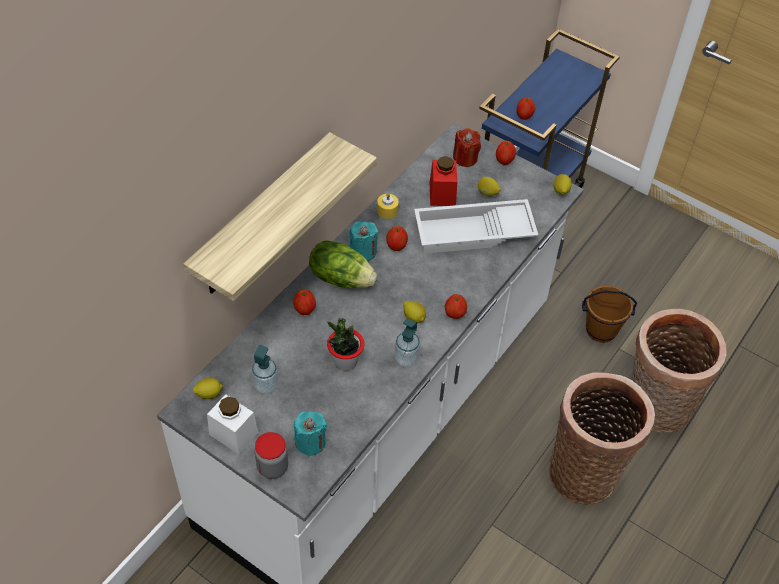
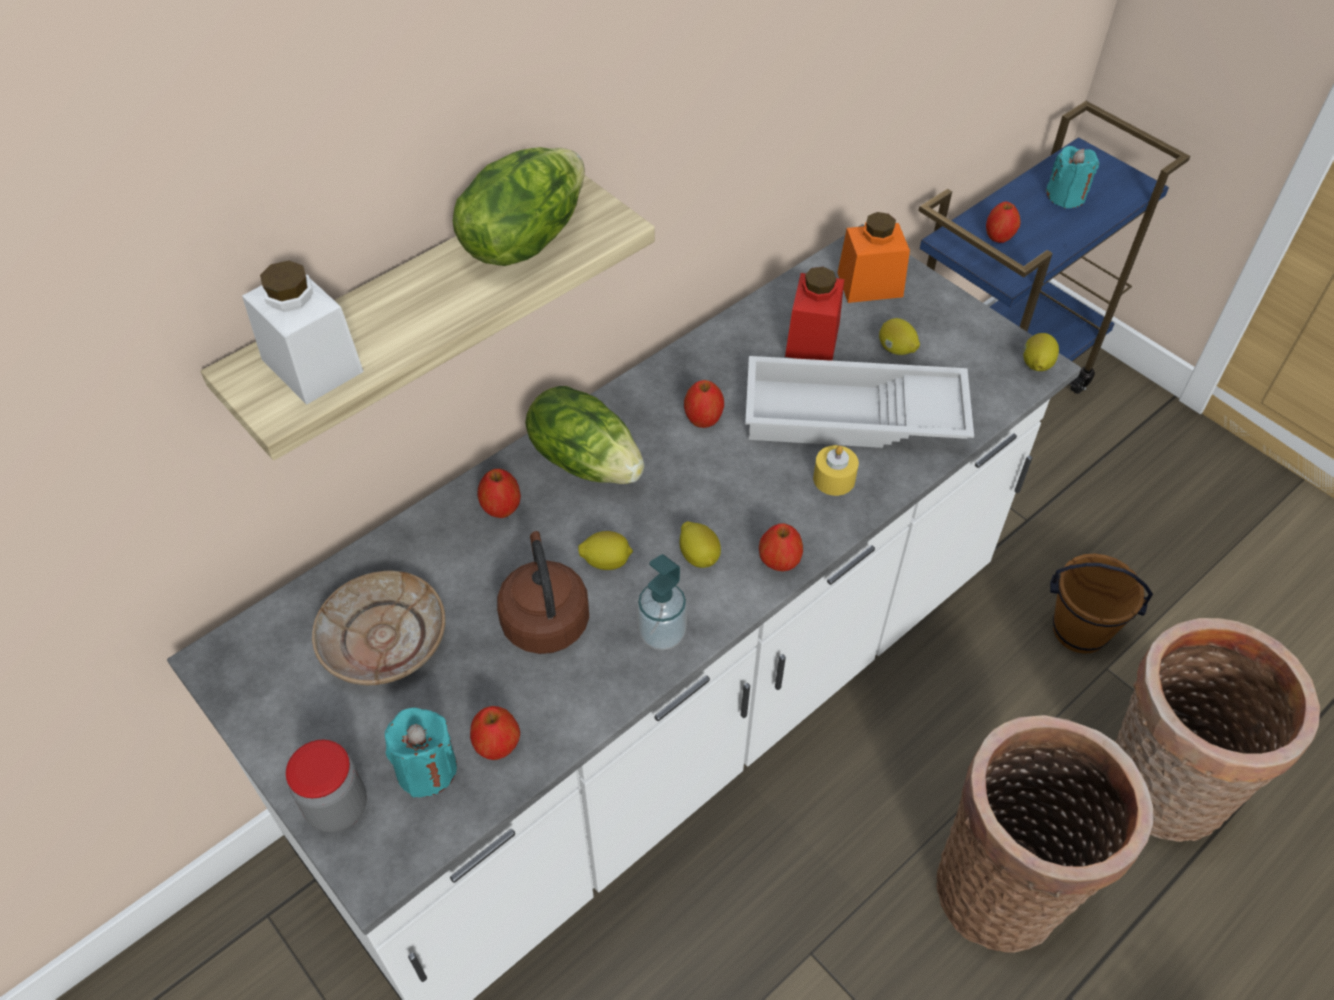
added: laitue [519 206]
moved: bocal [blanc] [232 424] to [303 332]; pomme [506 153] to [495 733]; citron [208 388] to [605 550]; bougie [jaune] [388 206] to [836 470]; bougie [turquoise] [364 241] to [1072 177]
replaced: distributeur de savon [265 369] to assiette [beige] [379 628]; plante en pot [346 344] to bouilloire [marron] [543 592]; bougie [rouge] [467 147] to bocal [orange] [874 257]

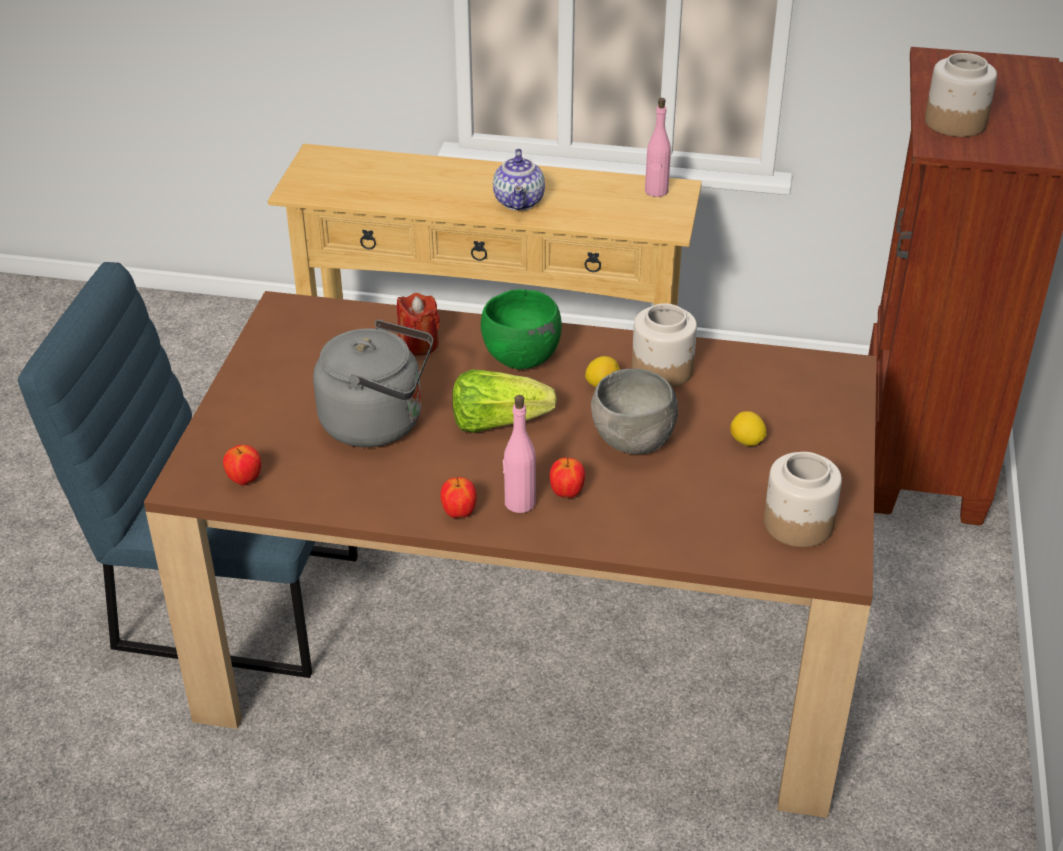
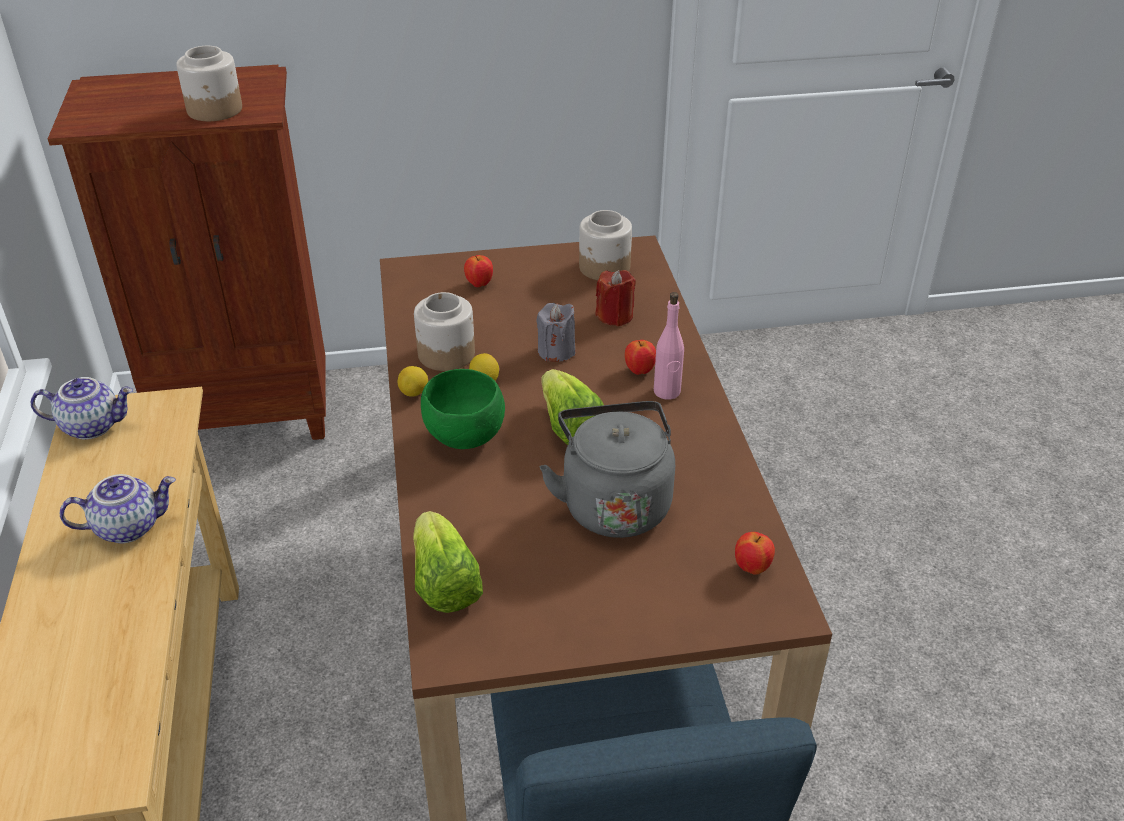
added: laitue [448 562]
moved: citron [748 428] to [413 381]; pomme [458 497] to [478 271]; bougie [rouge] [418 324] to [615 298]
replaced: bouteille [rose] [658 147] to théière [82 408]; bol [gris] [634 411] to bougie [gris] [556 332]

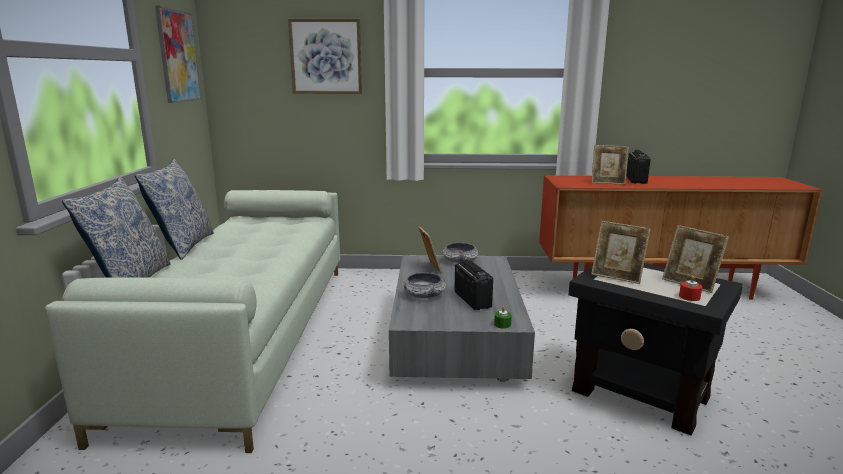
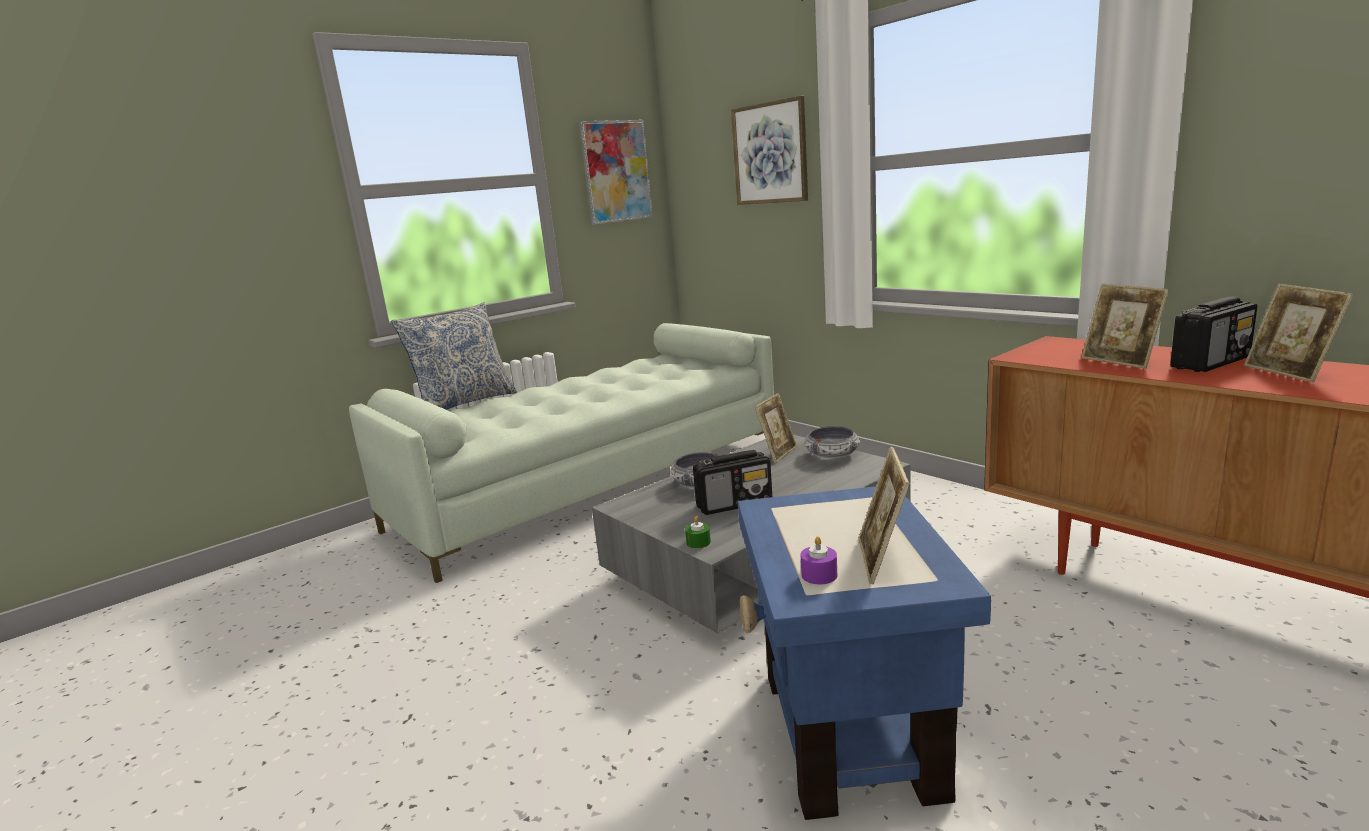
removed: coussin [174 209]
moved: cadre photo [621 252] to [1299 333]
recoloured: table d'appoint [noir] [656 349] to table d'appoint [bleu] [864 653]; bougie [rouge] [690 288] to bougie [violet] [819 560]
turned: radio [473 285] = [732 482] 45 degrees clockwise

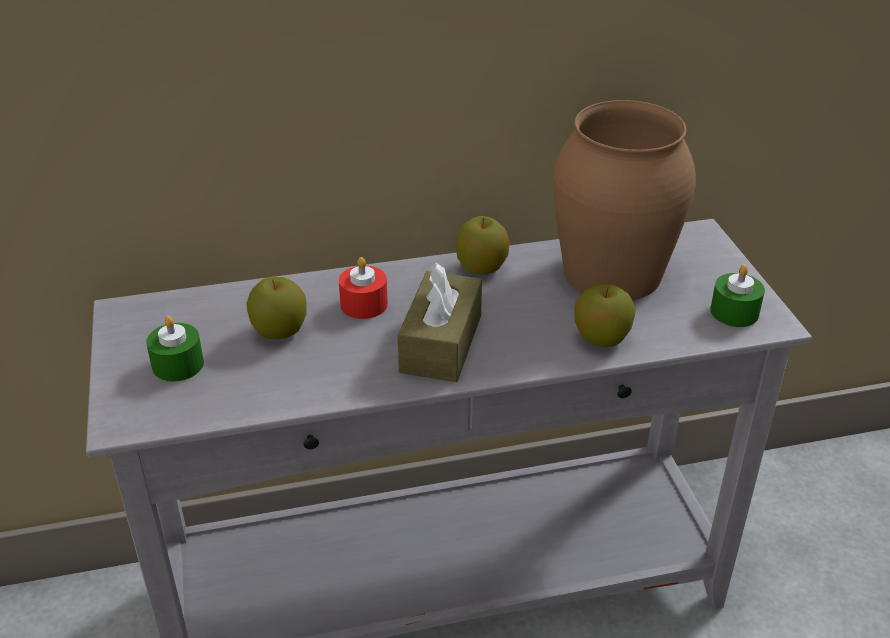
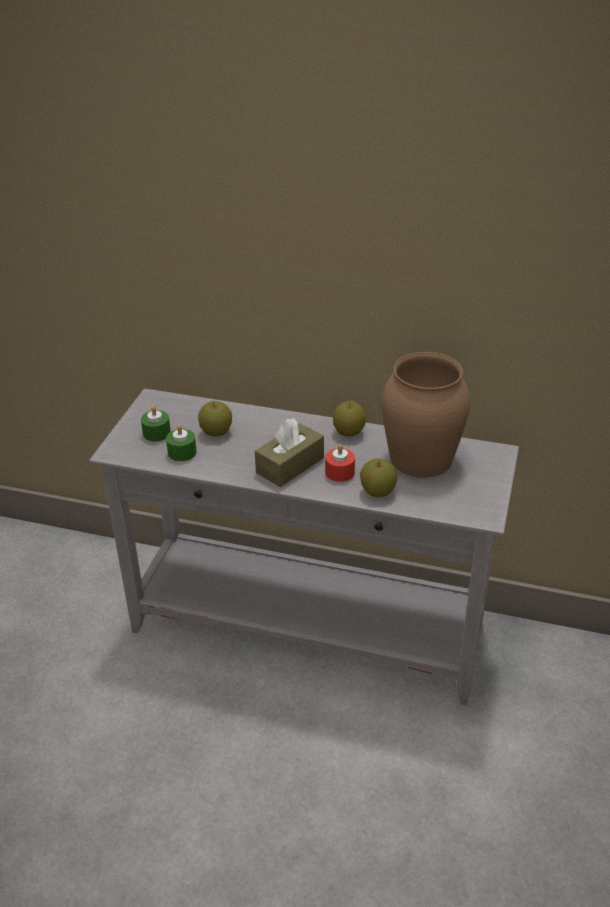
moved: bougie [vert] [737 296] to [181 442]; bougie [rouge] [363 288] to [340 463]

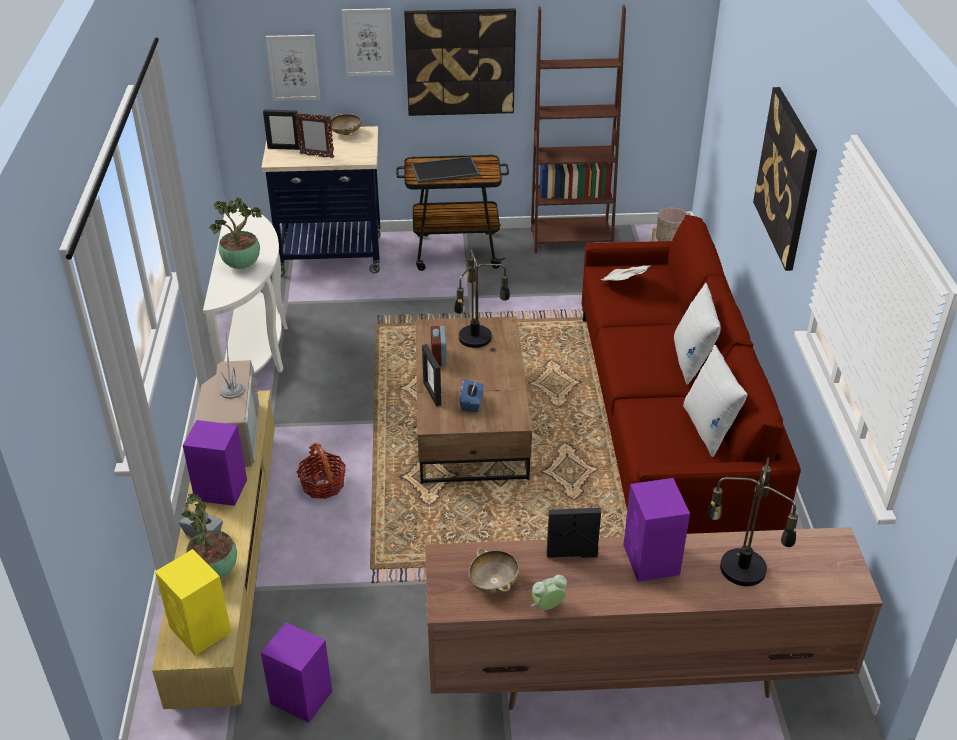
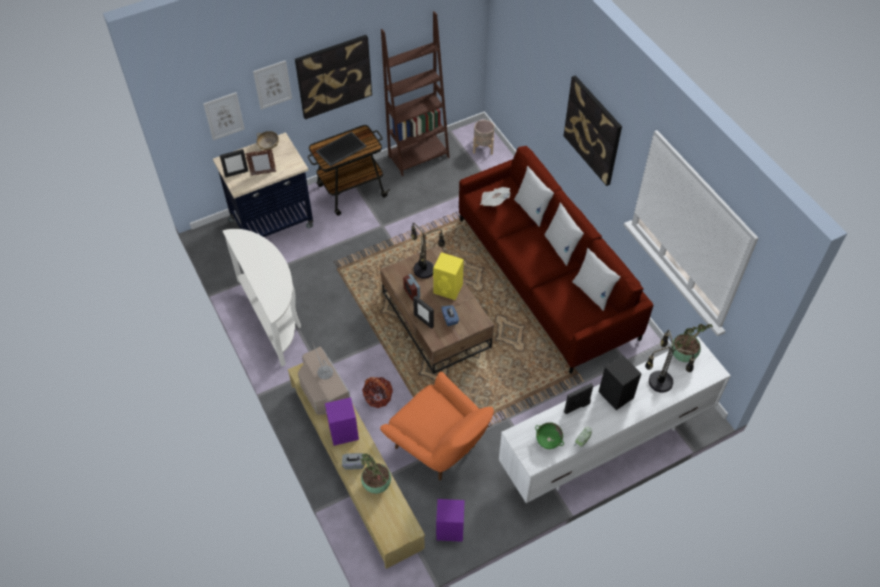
added: fauteuil [orange] [437 426]; coussin [gris] [534 196]
moved: enceinte [jaune] [193 602] to [448 276]; plante en pot [235 233] to [692 343]
recoloured: meuble de rangement [marron] [654 618] to meuble de rangement [blanc] [615 420]; bol [beige] [493 570] to bol [vert] [549 435]; enceinte [violet] [656 530] to enceinte [noir] [620 382]

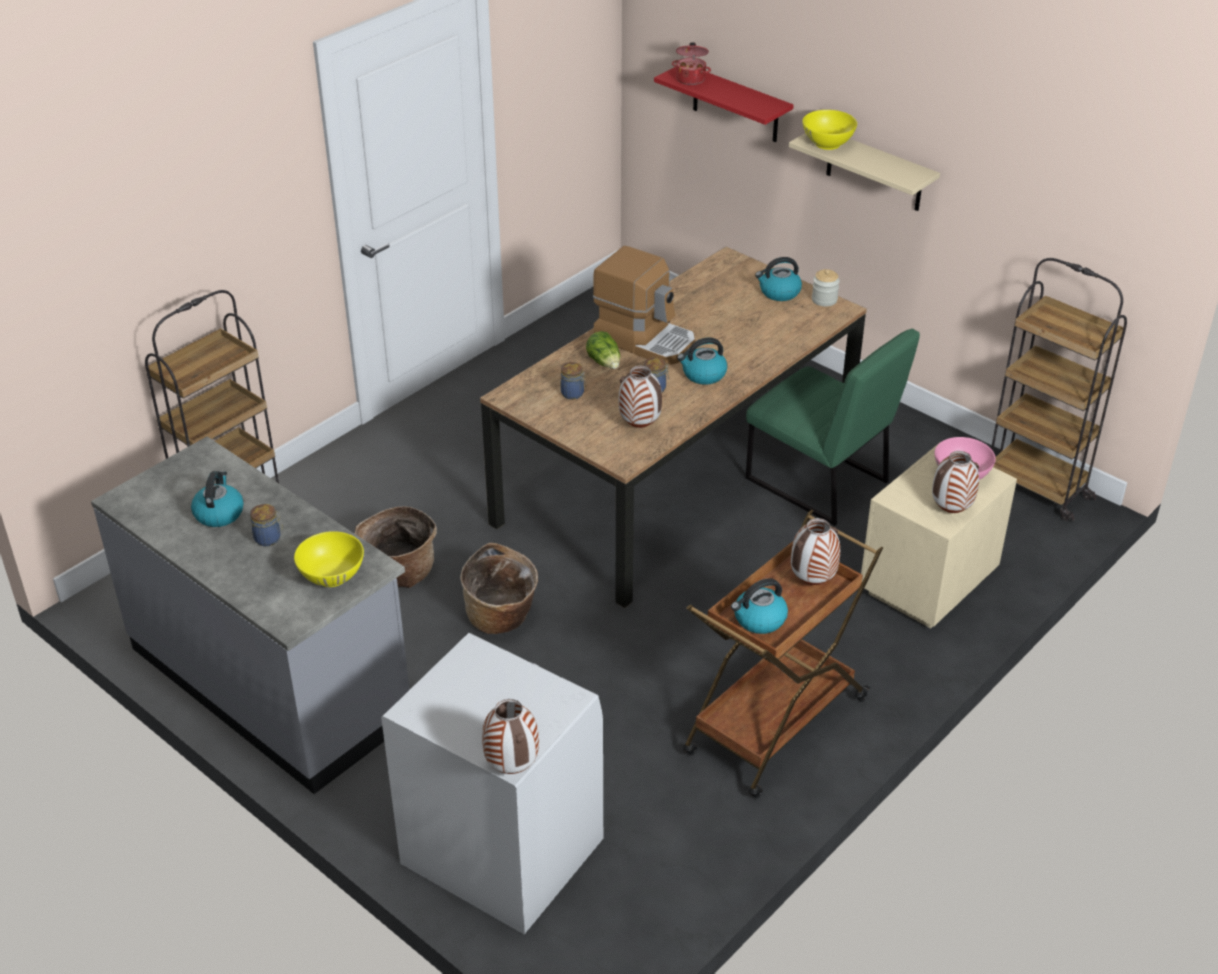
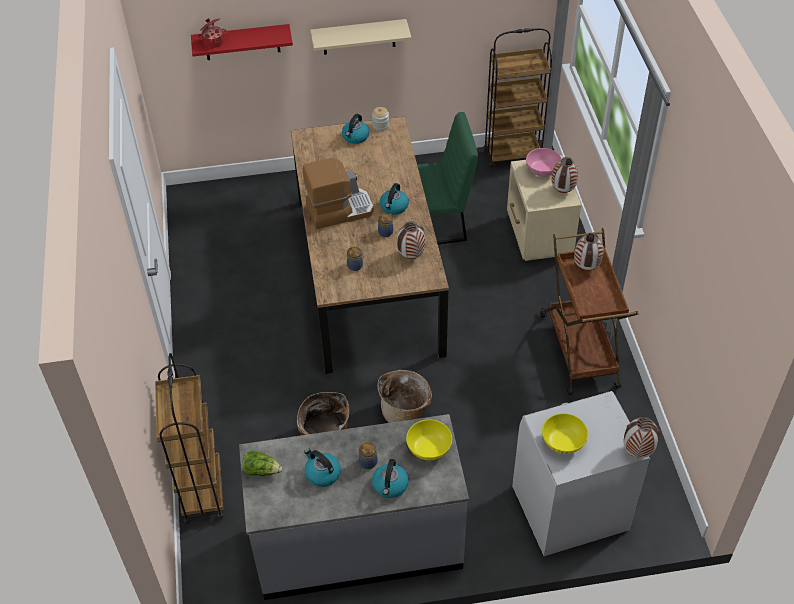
moved: laitue [603 350] to [262 463]; bouilloire [759 606] to [390 478]; bol [jaune] [829 130] to [565 433]

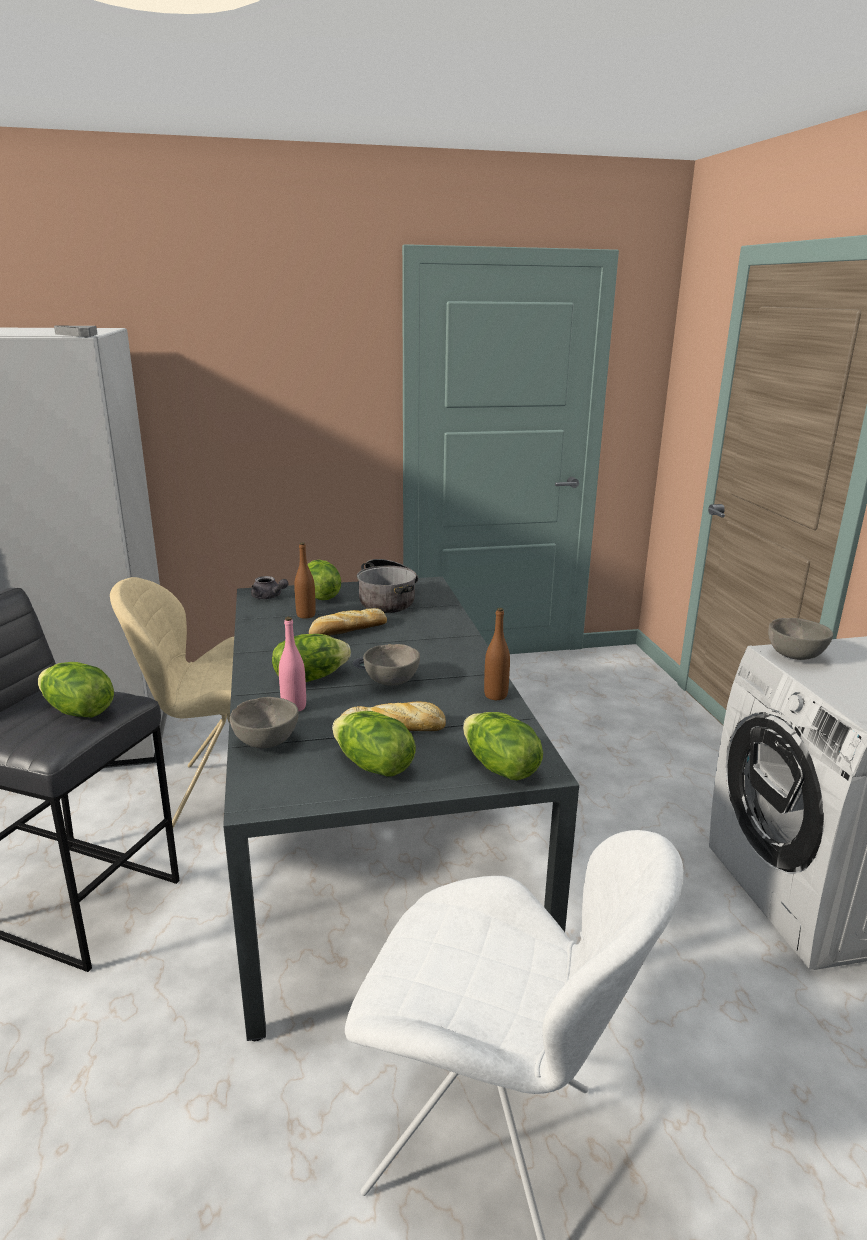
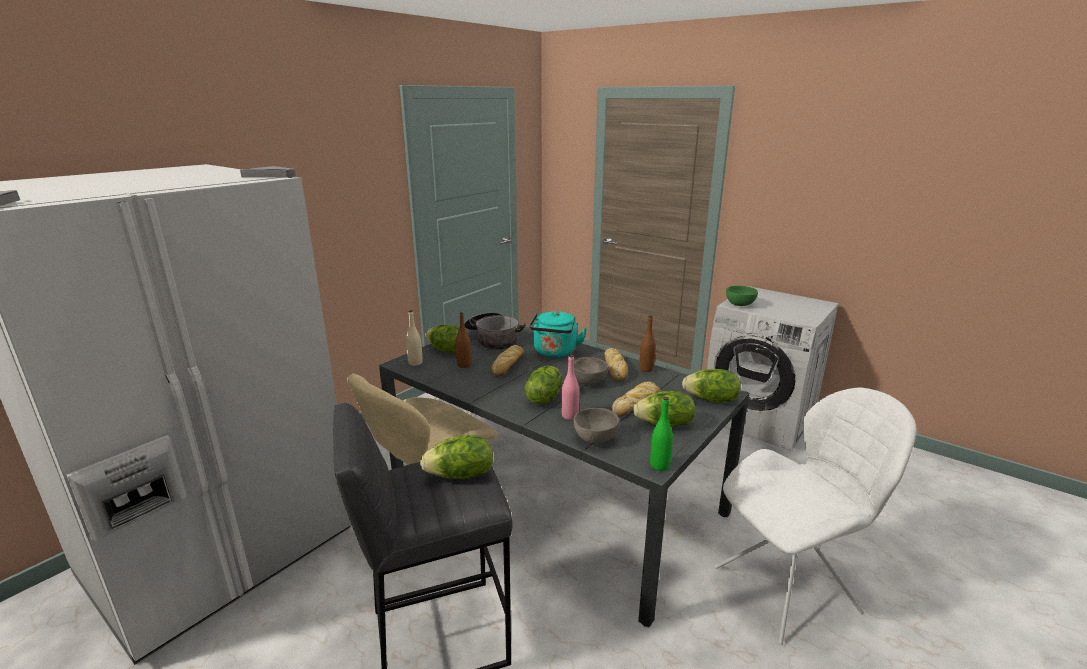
added: bouilloire [turquoise] [558 334]; pain [616 364]; bouteille [vert] [661 434]
replaced: théière [gris] [269 587] to bouteille [beige] [414 338]
recoloured: bol [gris] [800 639] to bol [vert] [742 296]

